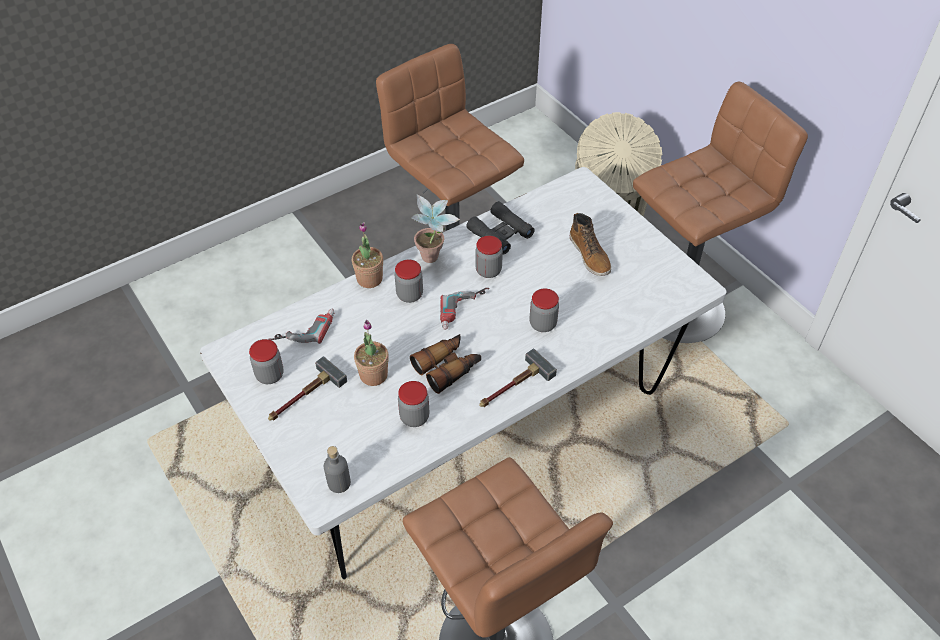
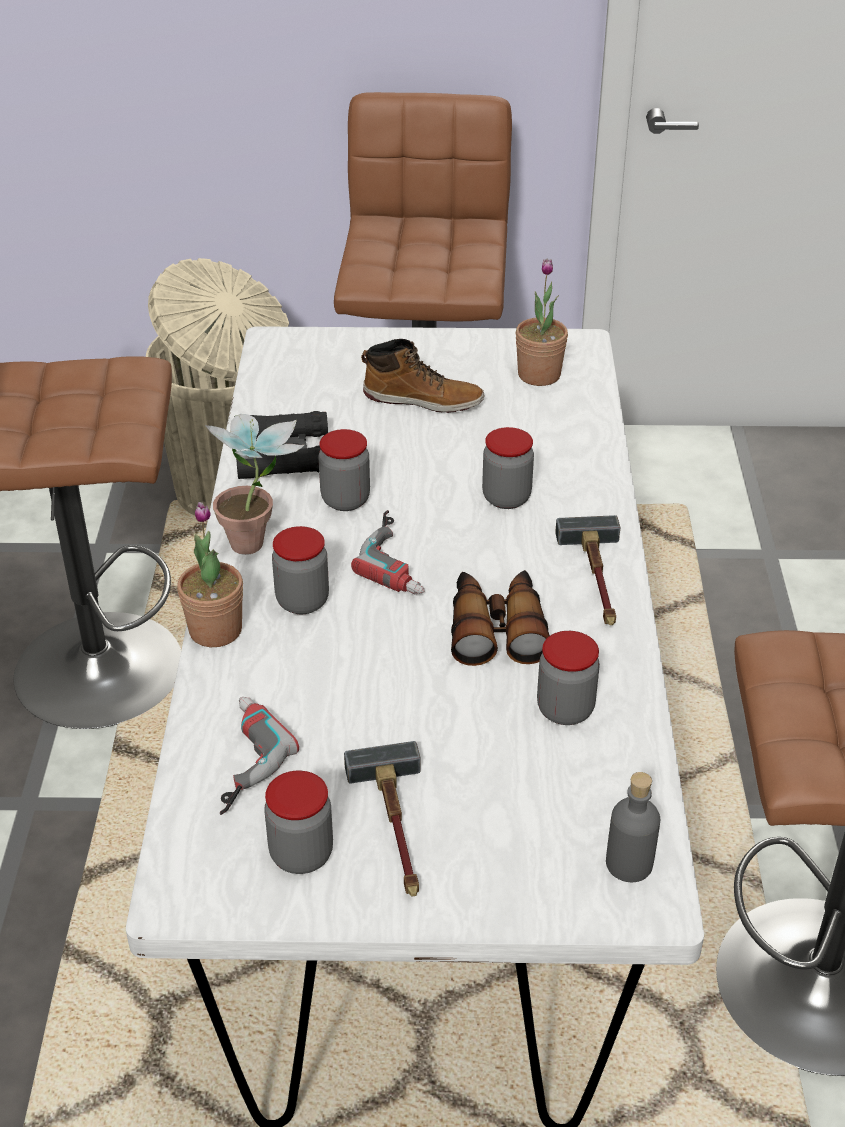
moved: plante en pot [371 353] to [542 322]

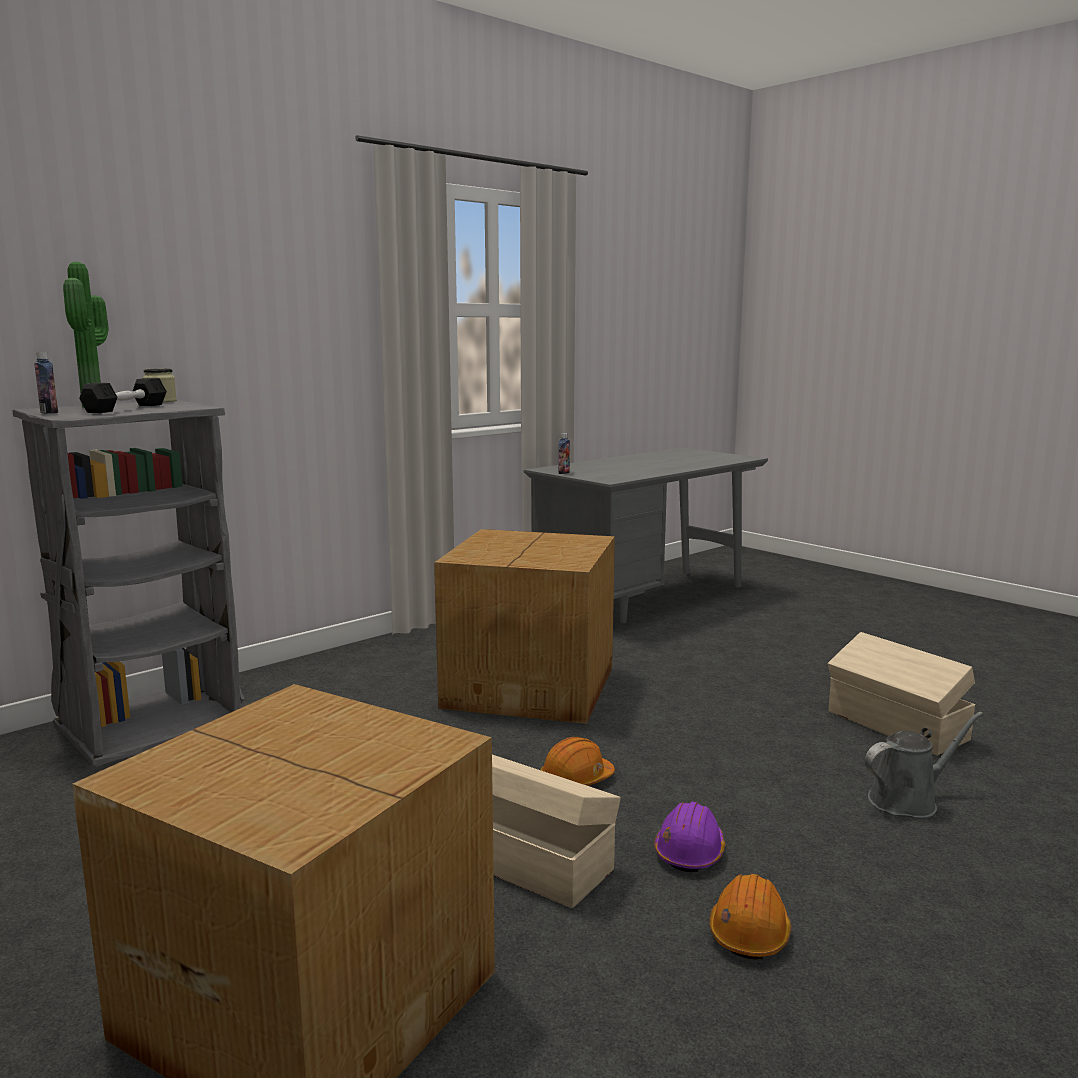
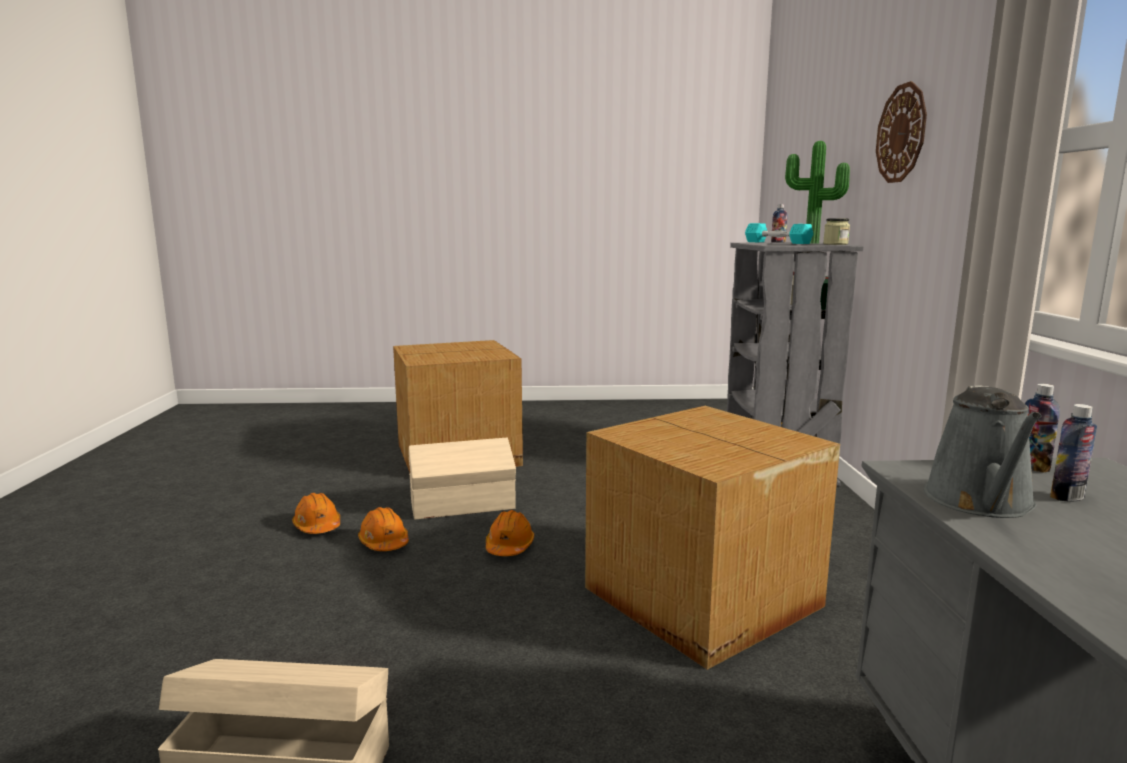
added: horloge murale [901 132]; bouteille [1073 453]
moved: arrosoir [gris] [924 765] to [983 451]
recoloured: casque de chantier [violet] [689 837] to casque de chantier [orange] [383 529]; haltère [noir] [123 395] to haltère [turquoise] [779 233]

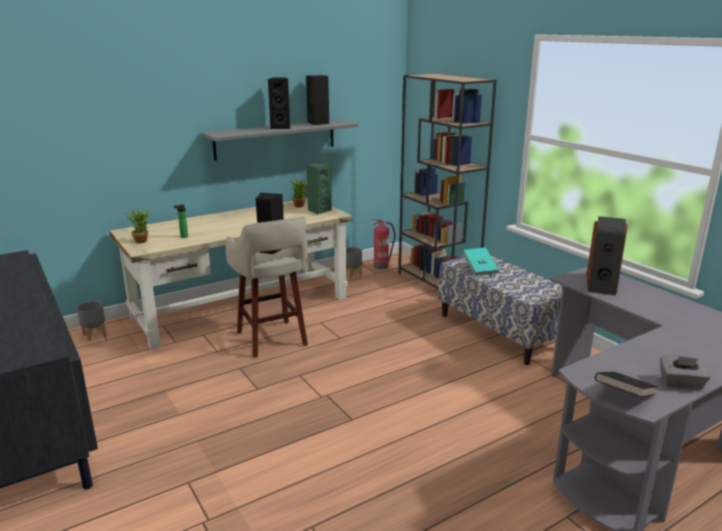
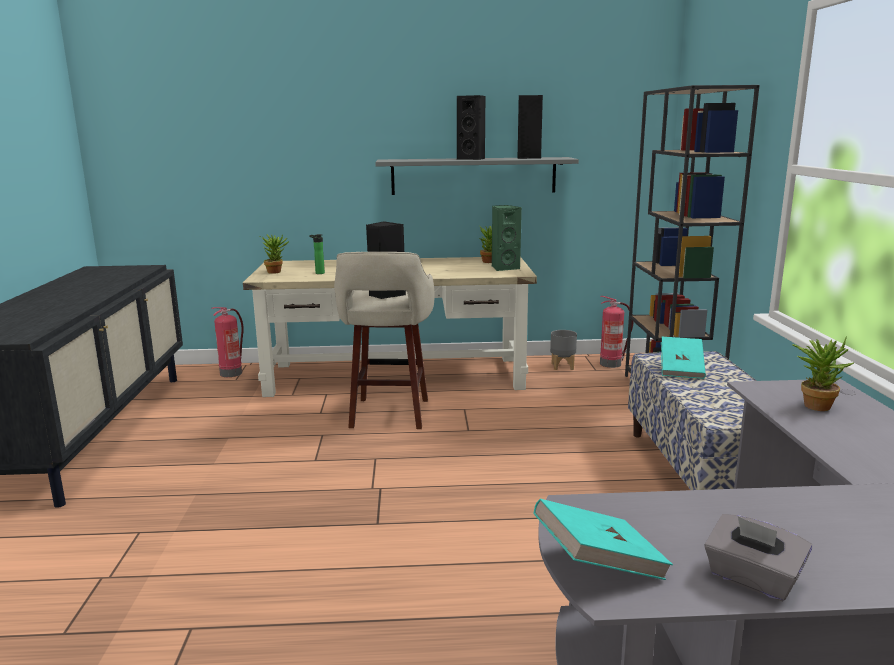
replaced: cache-pot [gris] [91 321] to extincteur [227 342]; enceinte [607 255] to plante en pot [823 373]
recoloured: livre [noir] [626 384] to livre [turquoise] [603 539]

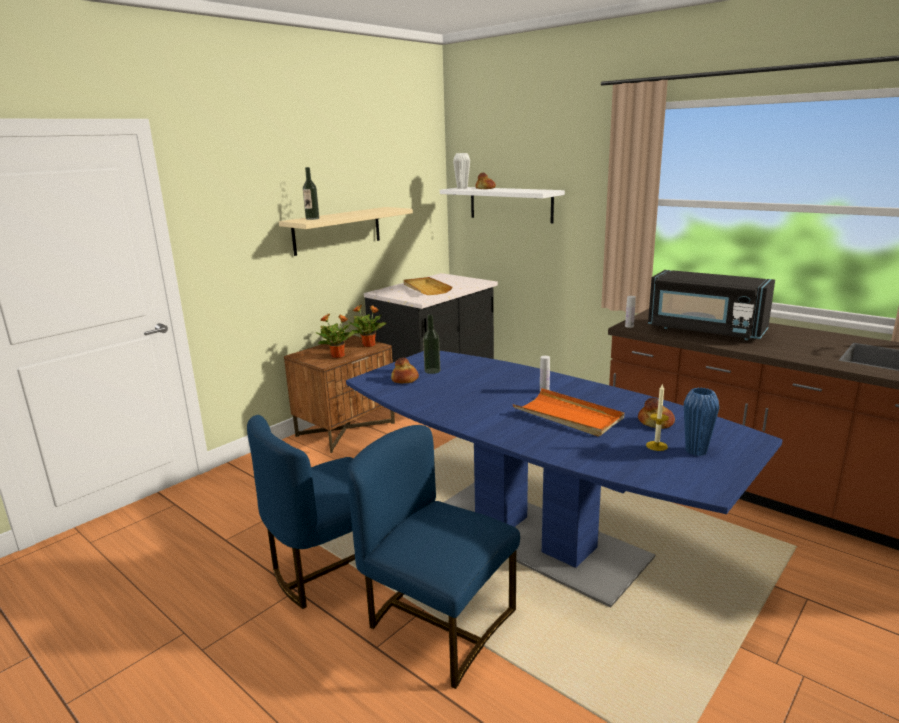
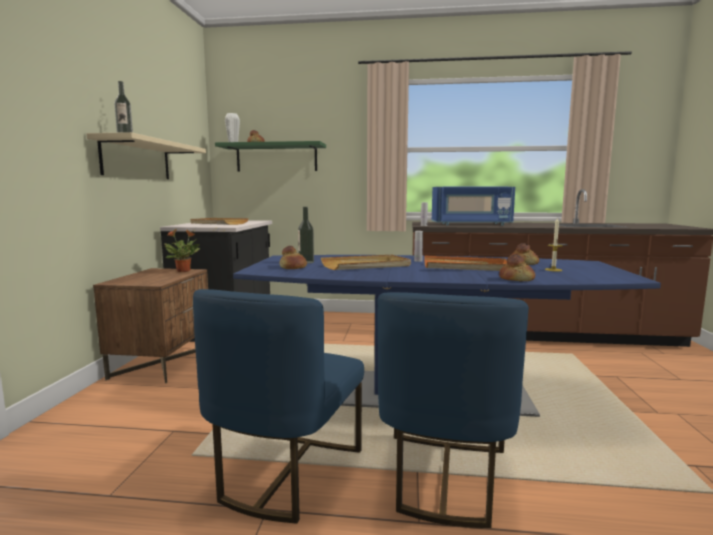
removed: plante en pot [335 336]; vase [bleu] [701 422]
added: plateau [beige] [366 262]; pain [517 267]
recoloured: étagère [blanc] [502 205] to étagère [vert] [270 156]; micro-ondes [noir] [711 305] to micro-ondes [bleu] [473 205]
turned: chaise [bleu] [434 557] = [453 410] 75 degrees counterclockwise

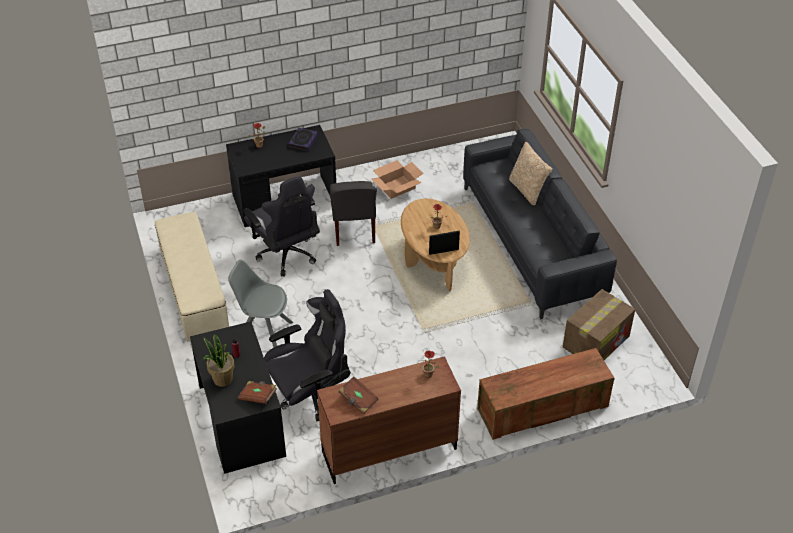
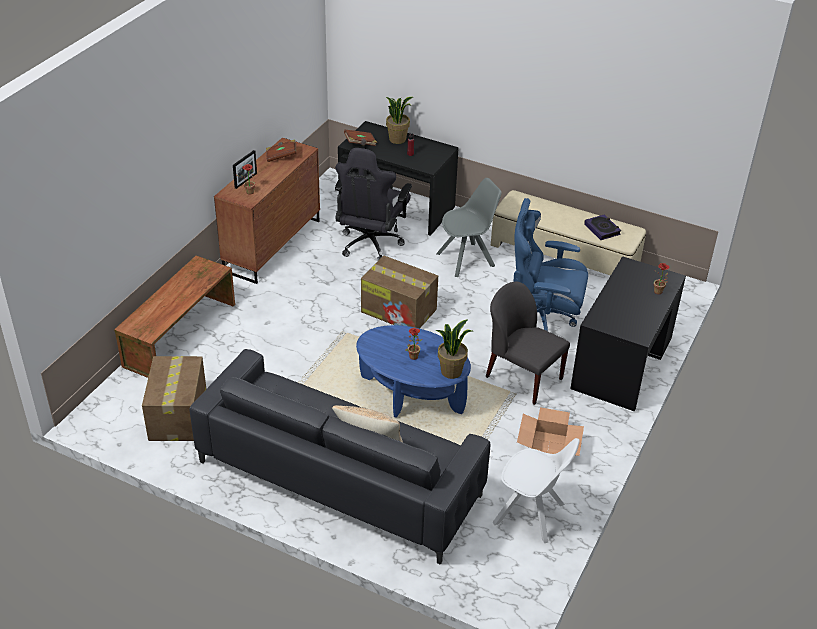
added: carton [399 292]; plante en pot [454 349]; chaise [blanc] [536 490]
moved: cadre photo [444 243] to [245 169]; livre [303 139] to [602 227]
recoloured: table basse [marron] [435 245] to table basse [bleu] [413 371]; chaise de bureau [noir] [281 226] to chaise de bureau [bleu] [550 264]

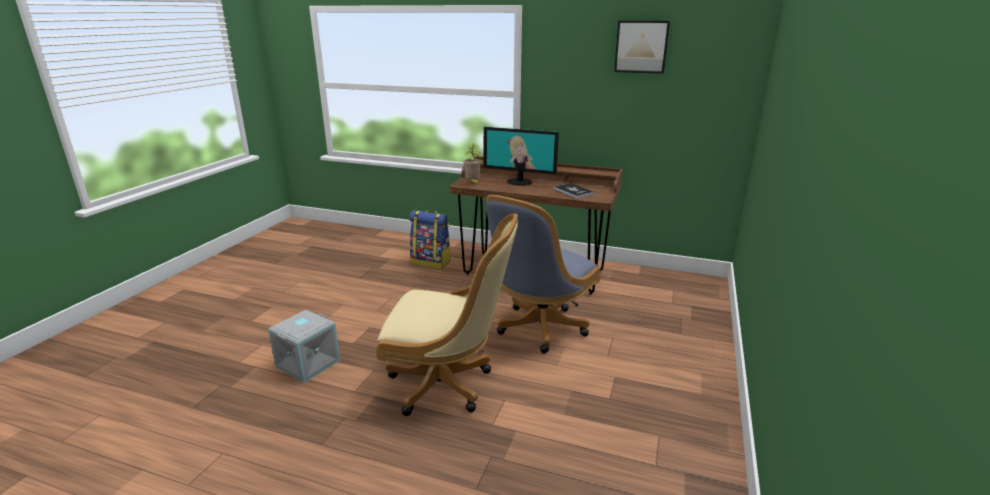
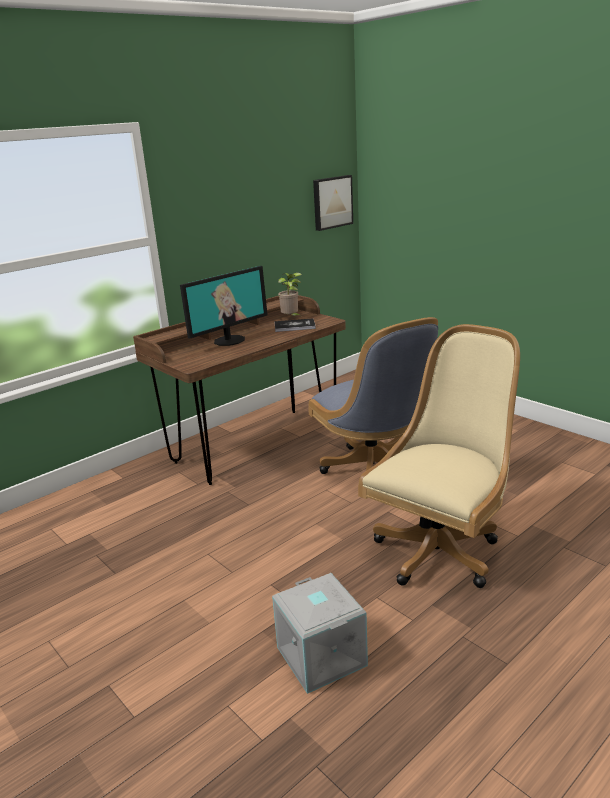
removed: sac à dos [430 239]
moved: plante en pot [472 164] to [290 294]; tableau [642 47] to [333 203]

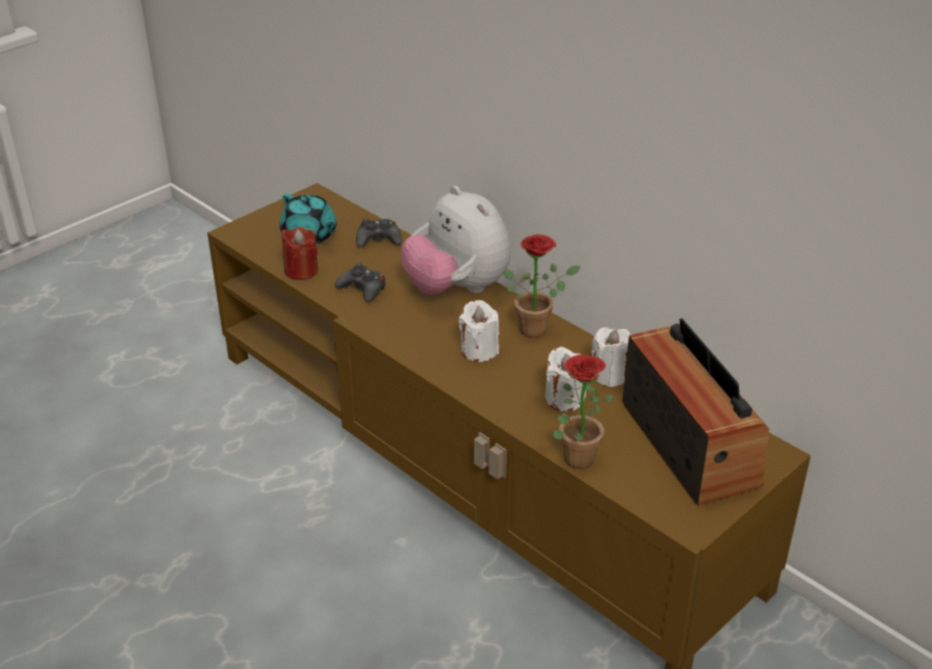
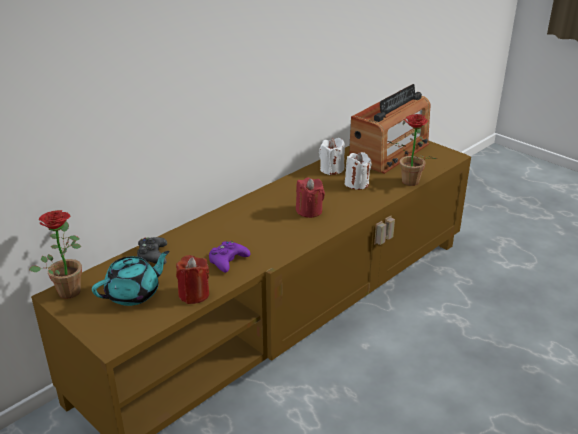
removed: peluche [456 240]
moved: plante en pot [542 286] to [55 254]
recoloured: manette [noir] [360 282] to manette [violet] [229 257]; bougie [blanc] [479 331] to bougie [rouge] [310 197]
turned: radio [695 411] = [390 129] 150 degrees clockwise

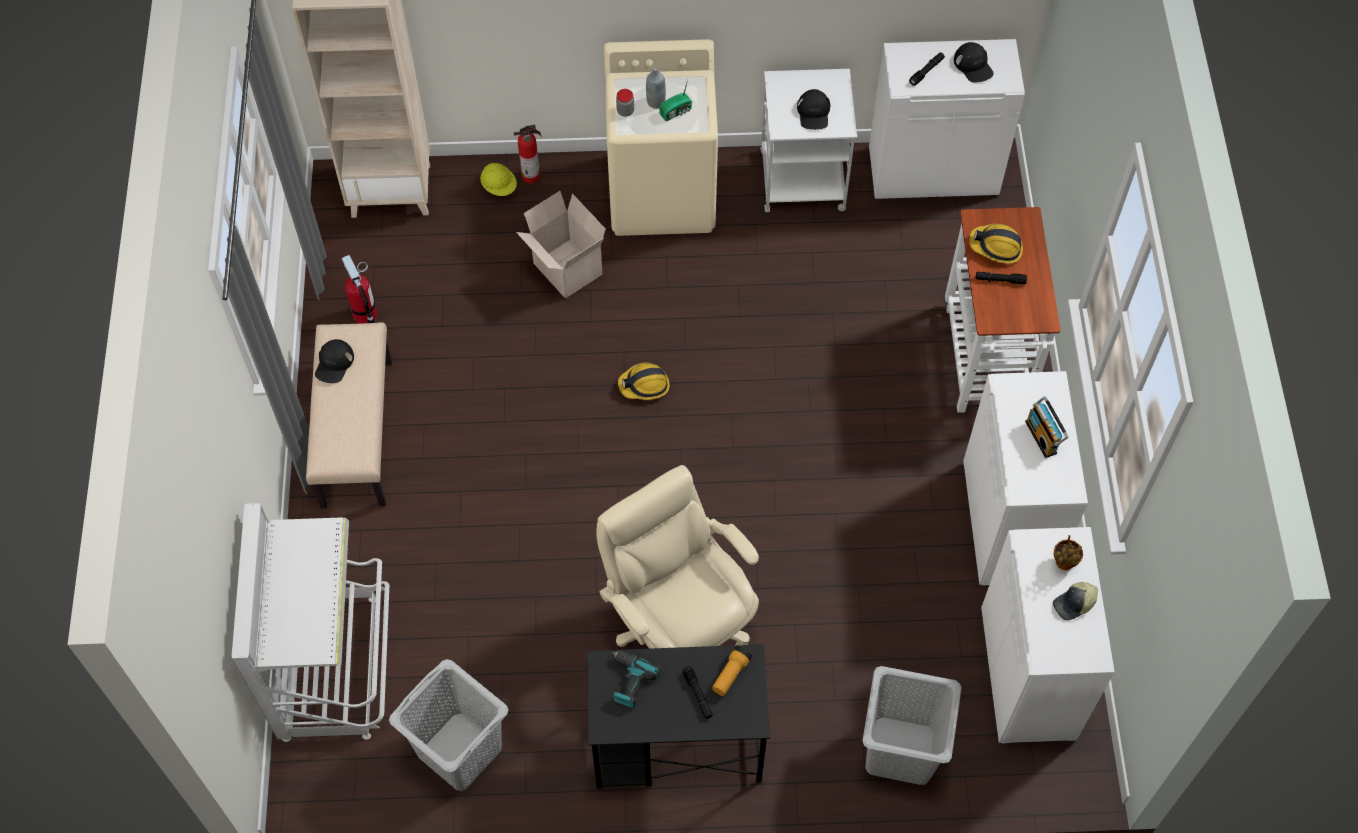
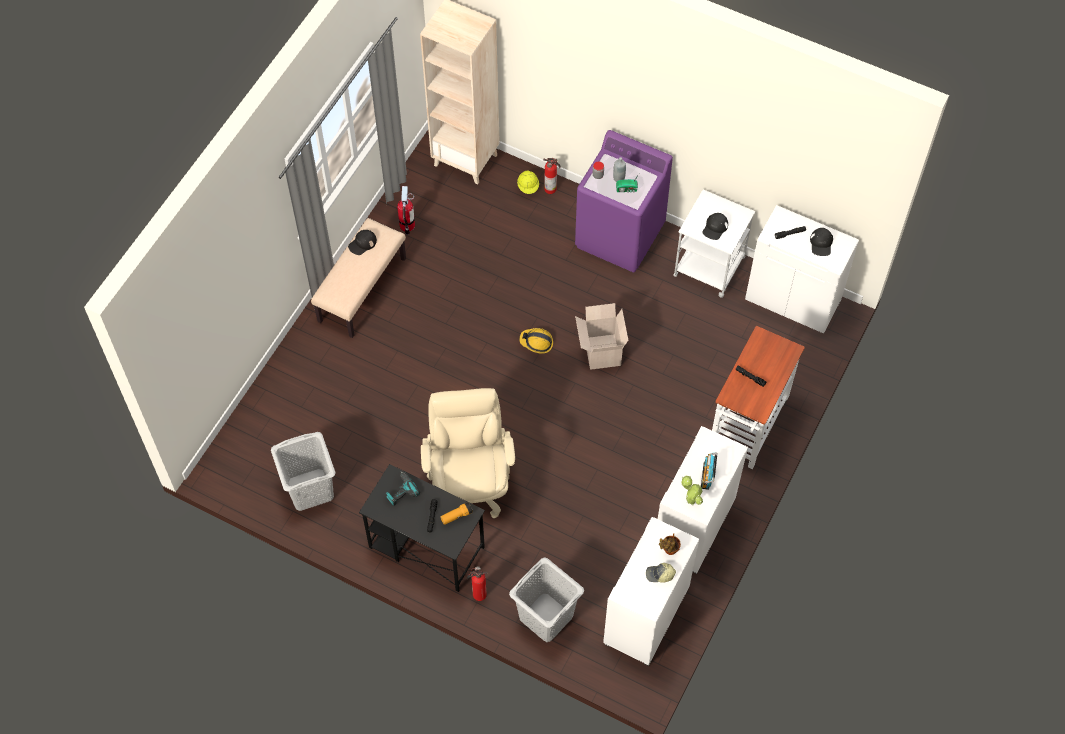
removed: étagère à chaussures [blanc] [310 622]; casque de chantier [996 244]
added: extincteur [477 583]; plante en pot [692 490]
moved: carton [561 244] to [601 336]
recoloured: lave-linge [beige] [661 137] to lave-linge [violet] [624 201]

